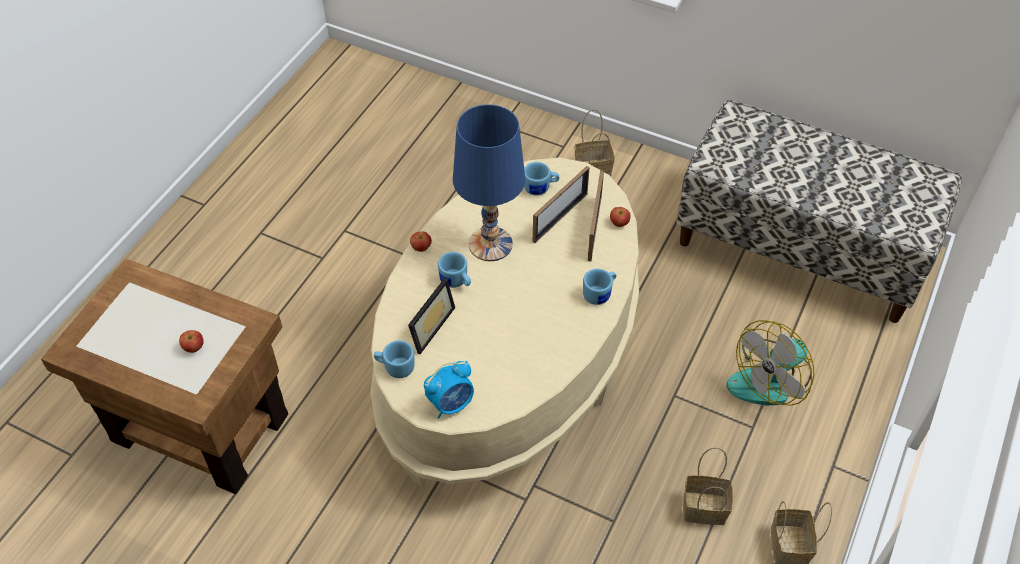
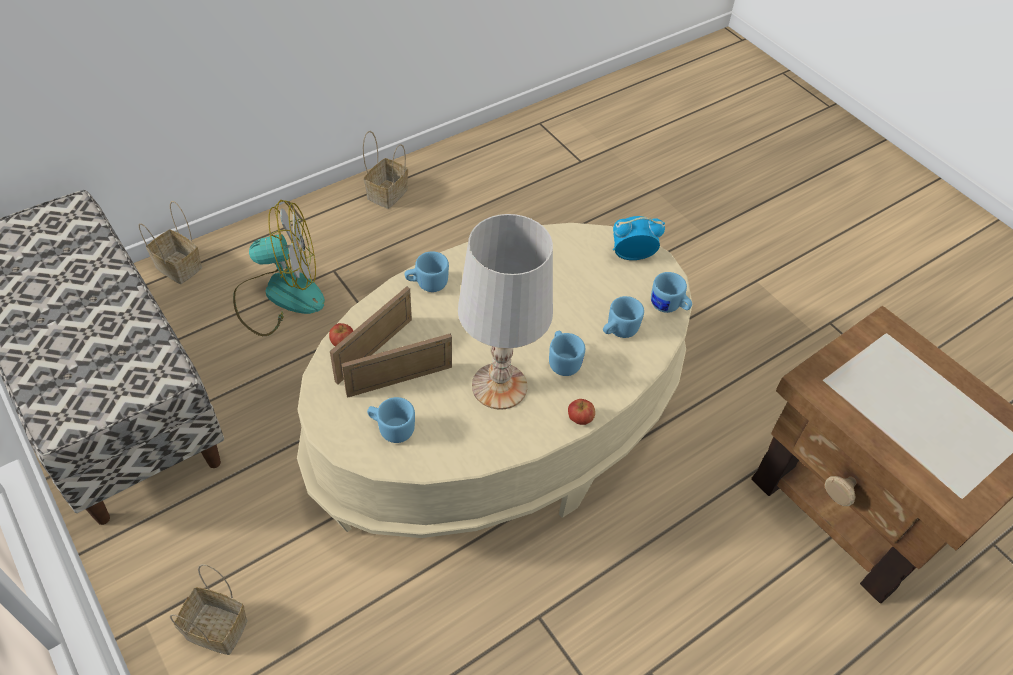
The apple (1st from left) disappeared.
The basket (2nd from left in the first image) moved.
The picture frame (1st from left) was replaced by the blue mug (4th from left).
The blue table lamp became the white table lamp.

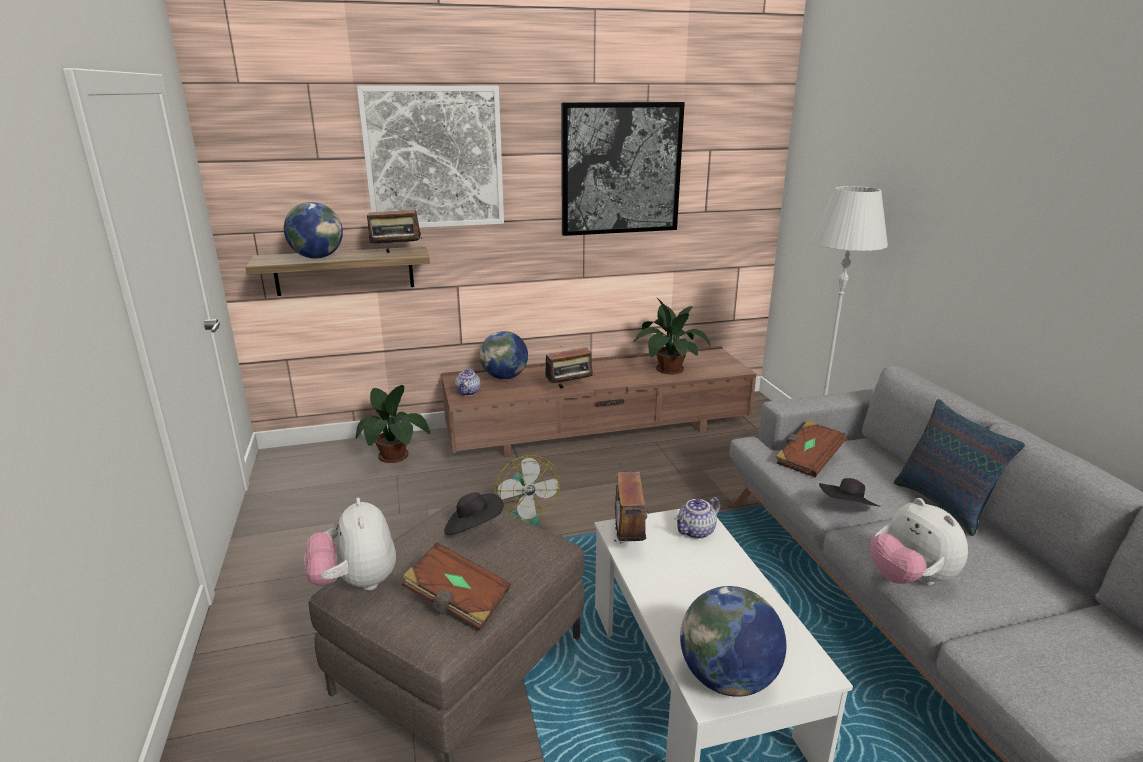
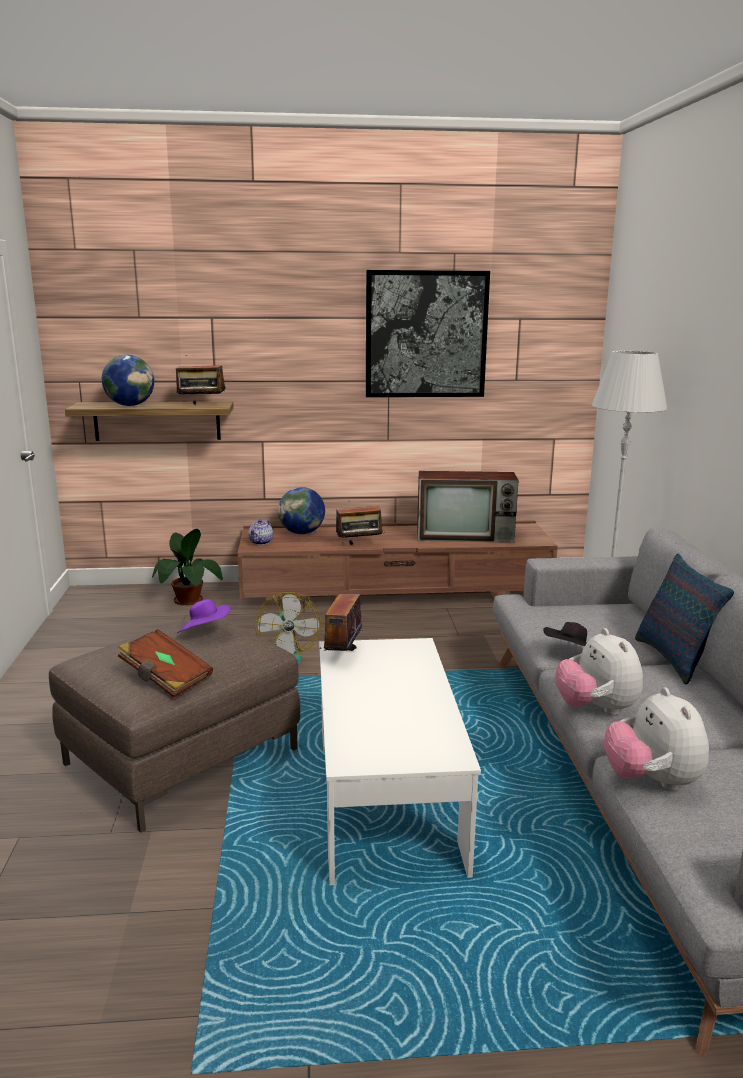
The picture (1st from left) disappeared.
The teapot (2nd from left) disappeared.
The globe (3rd from left) disappeared.
The brown book (2nd from left) disappeared.
The plush toy (1st from left in the first image) moved.
The potted plant (2nd from left) was replaced by the television.
The black hat (1st from left) became the purple hat.

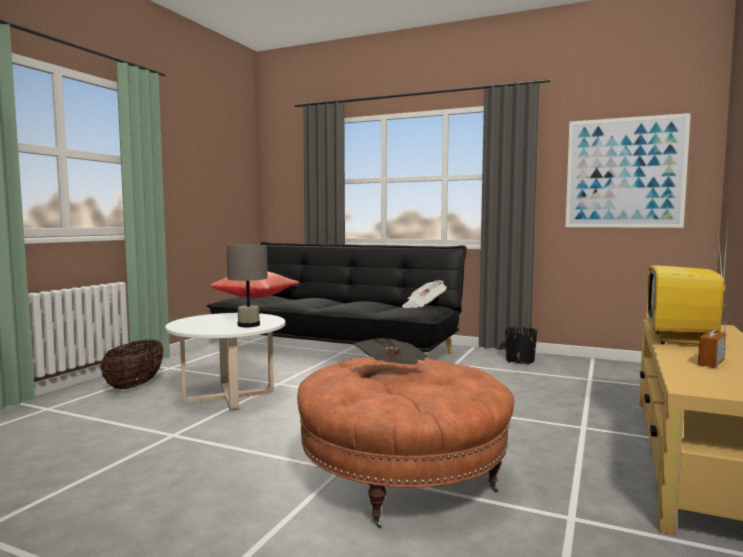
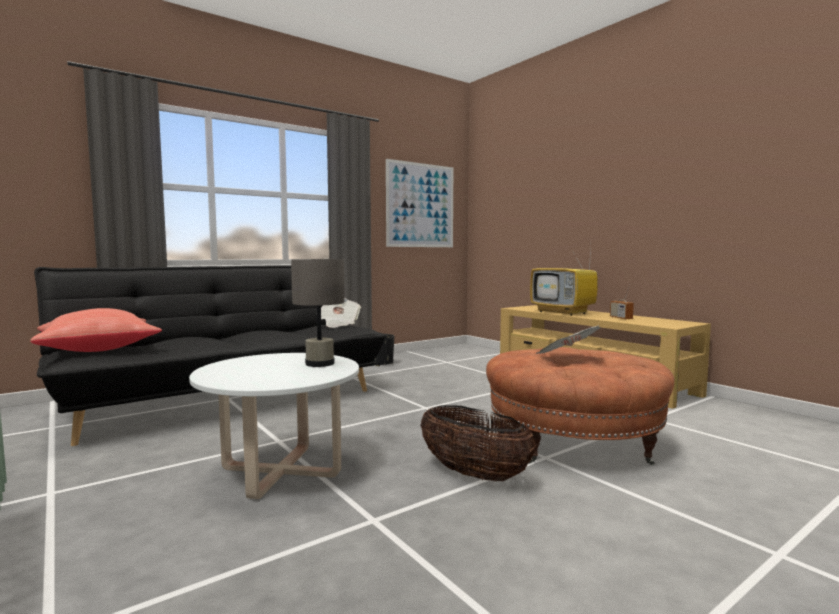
The basket moved.

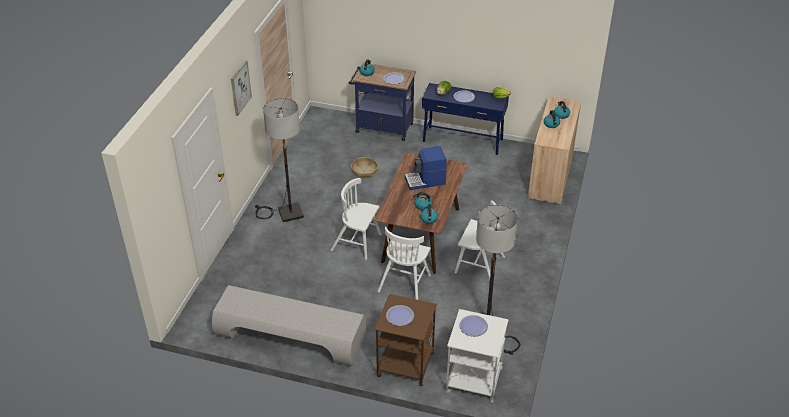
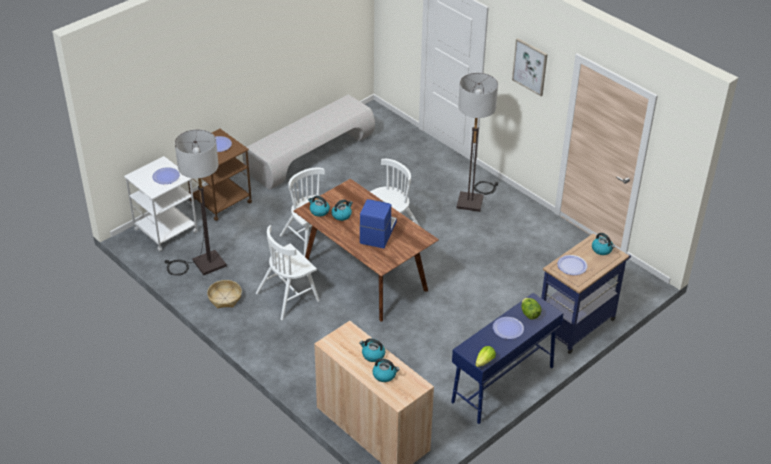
The basket moved.

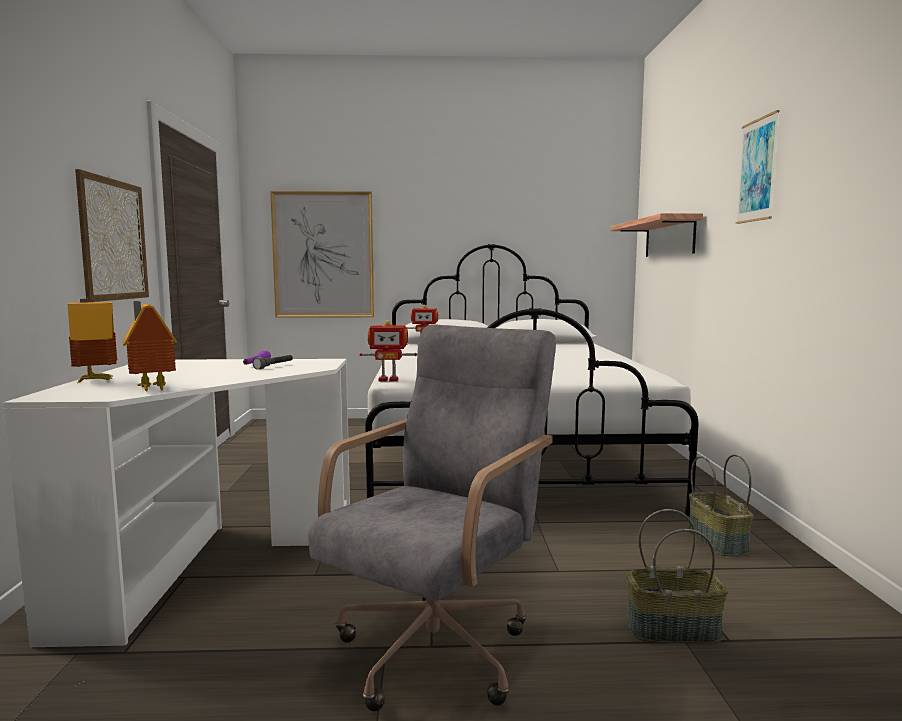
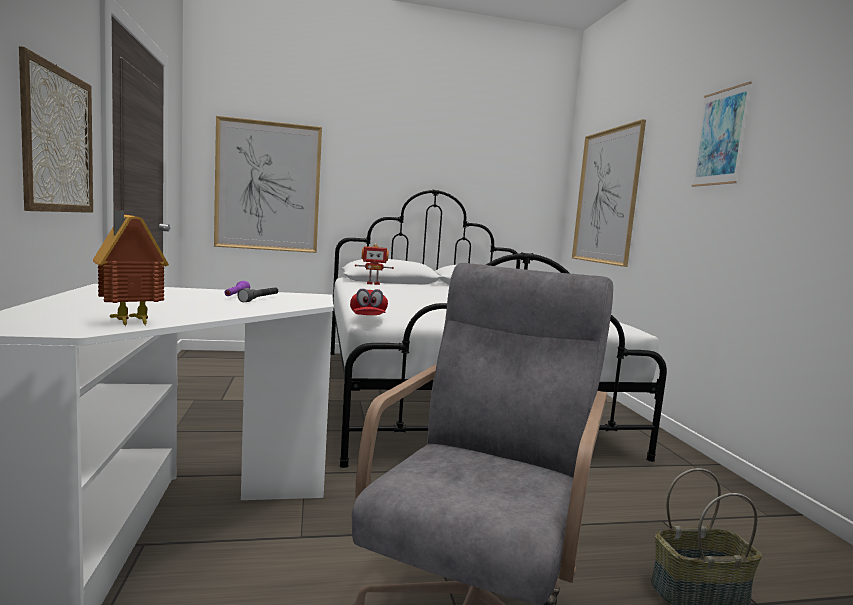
The toy house (1st from left) disappeared.
The basket (2nd from left) disappeared.
The toy robot (1st from left) was replaced by the red cap.
The shelf was replaced by the picture (3rd from left).

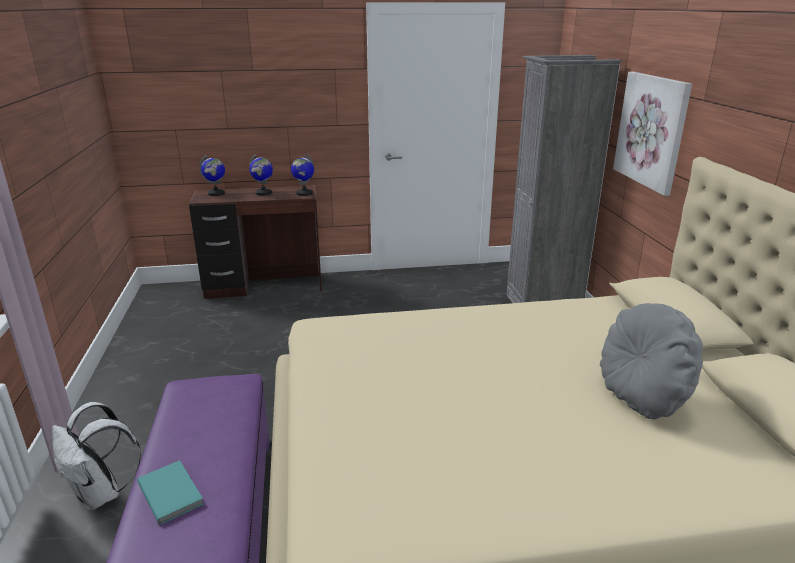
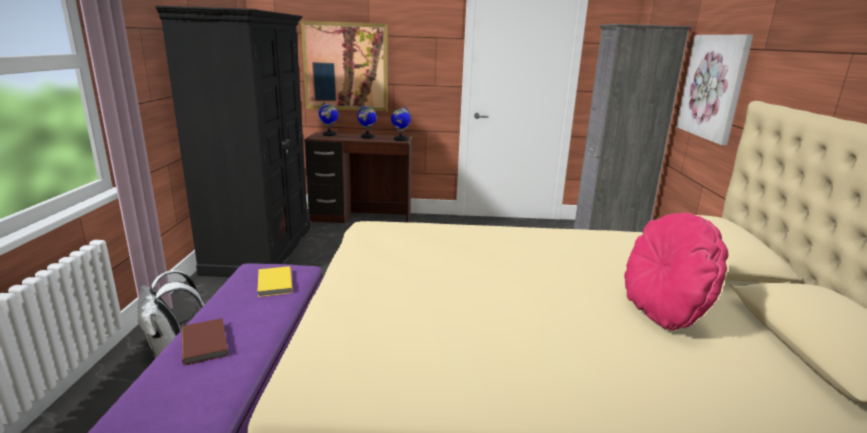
The black wardrobe appeared.
The yellow book appeared.
The picture (1st from left) appeared.
The turquoise book became the brown book.
The grey pillow became the pink pillow.

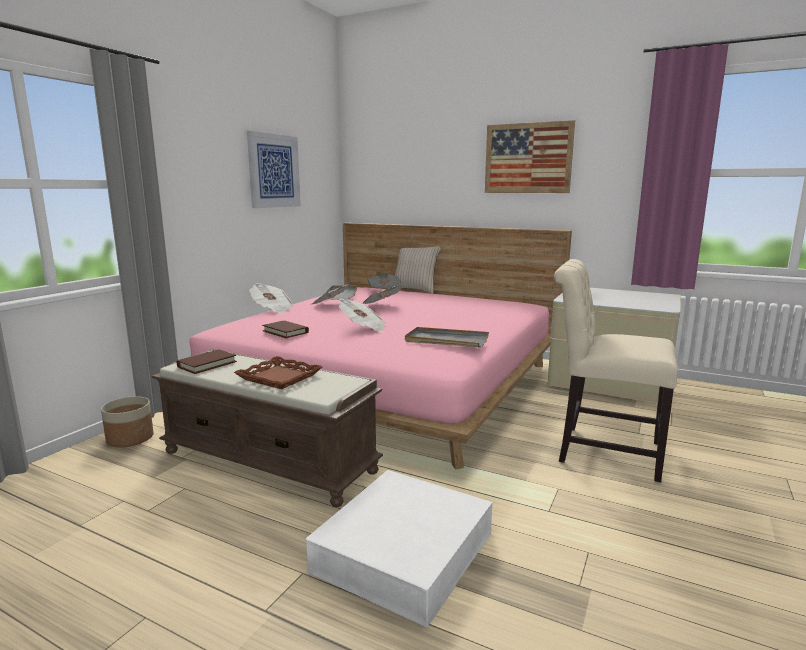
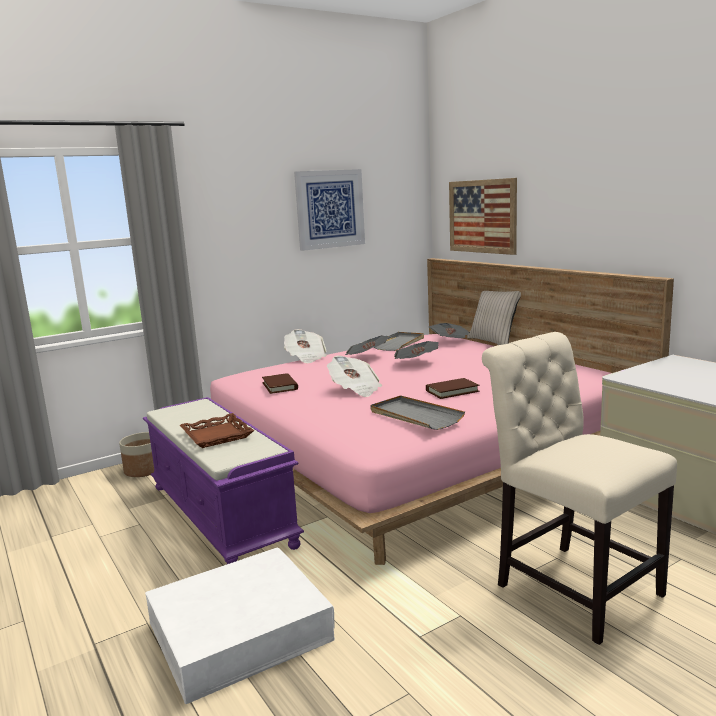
The brown book (1st from left in the first image) moved.
The picture (2nd from left) moved.
The brown bench became the purple bench.

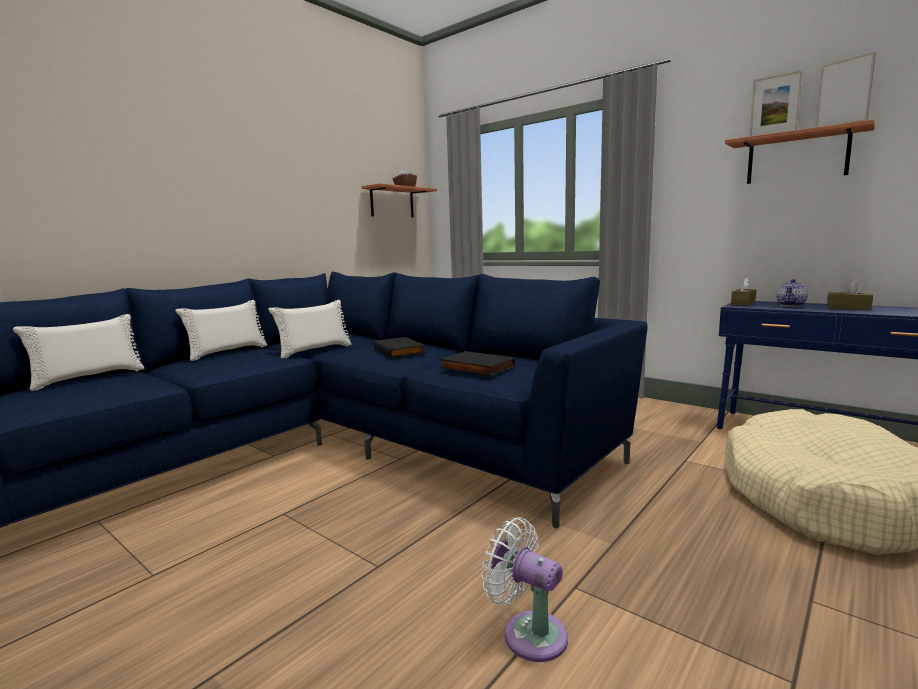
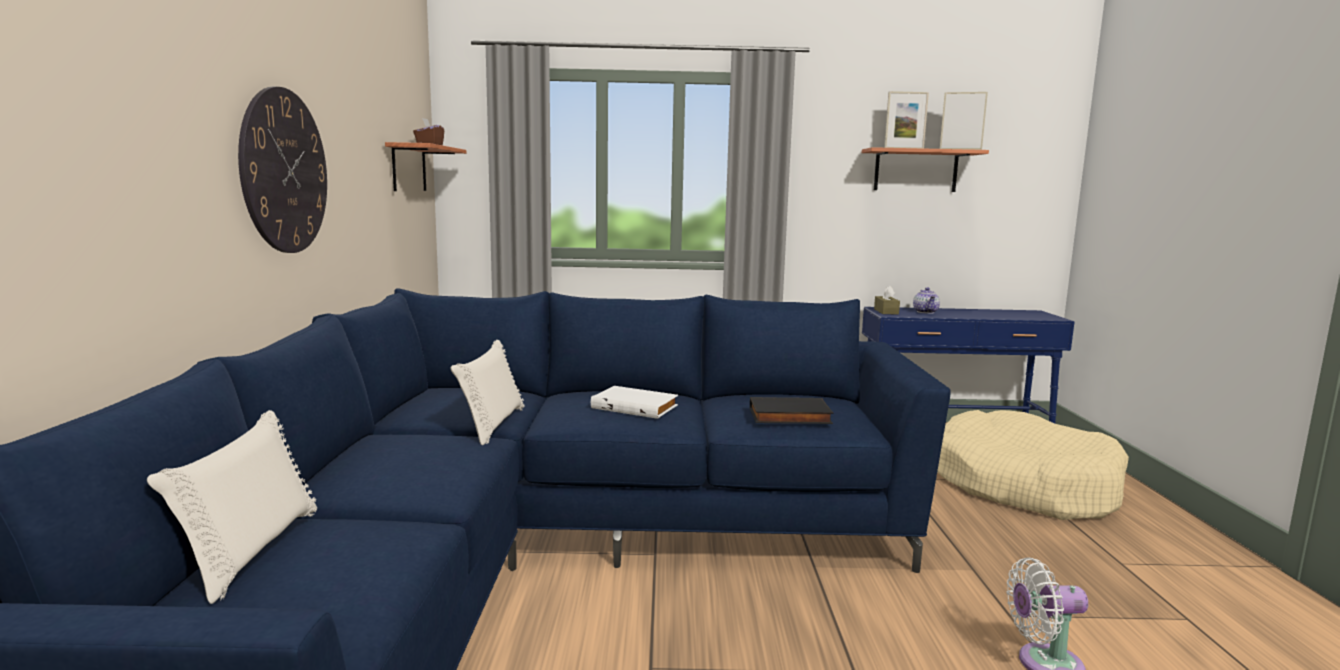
The white pillow (2nd from left) disappeared.
The brown tissue box (3rd from left) disappeared.
The wall clock appeared.
The black book (1st from left) became the white book.

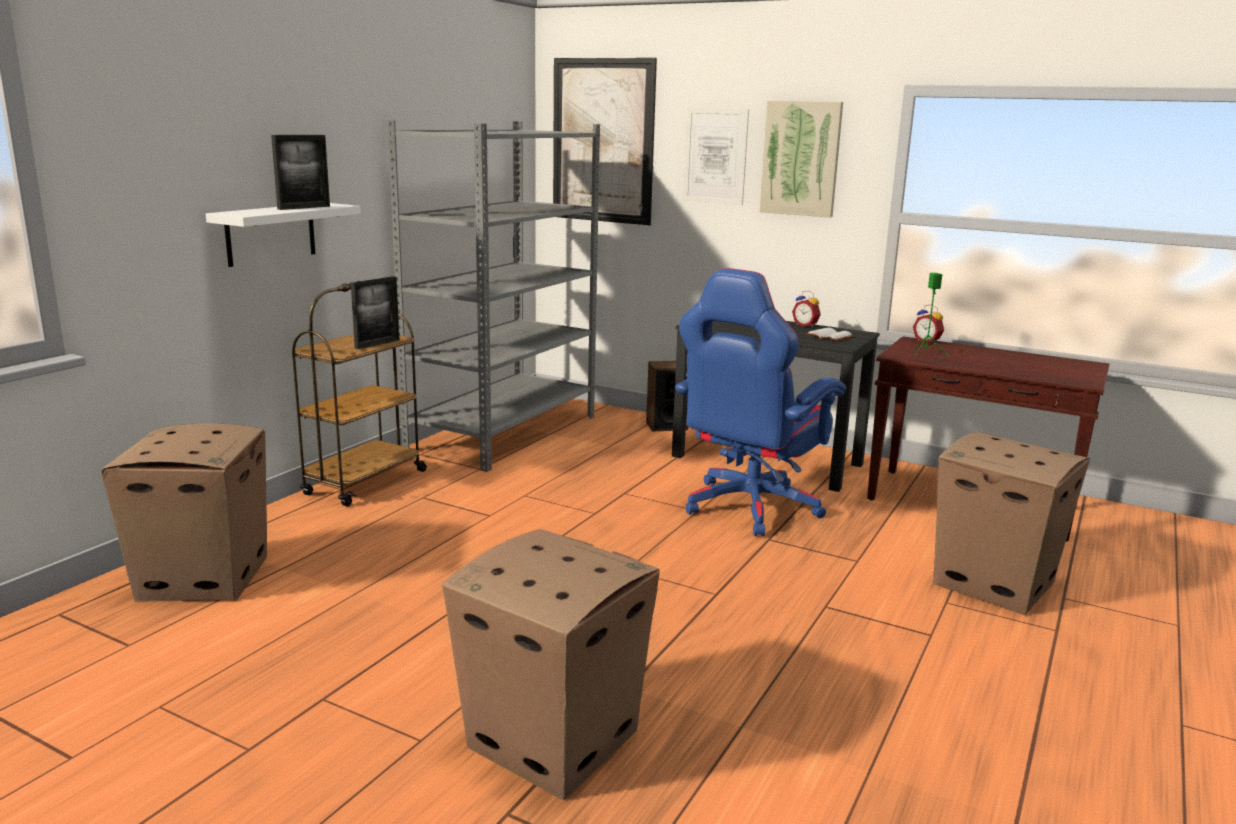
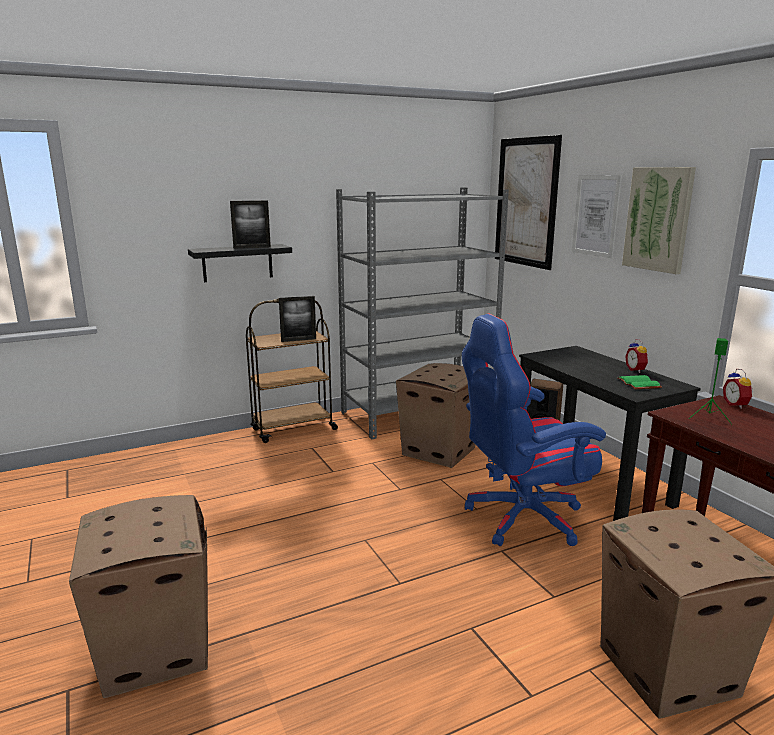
The cardboard box (1st from left in the first image) moved.
The white shelf became the black shelf.
The white book became the green book.

